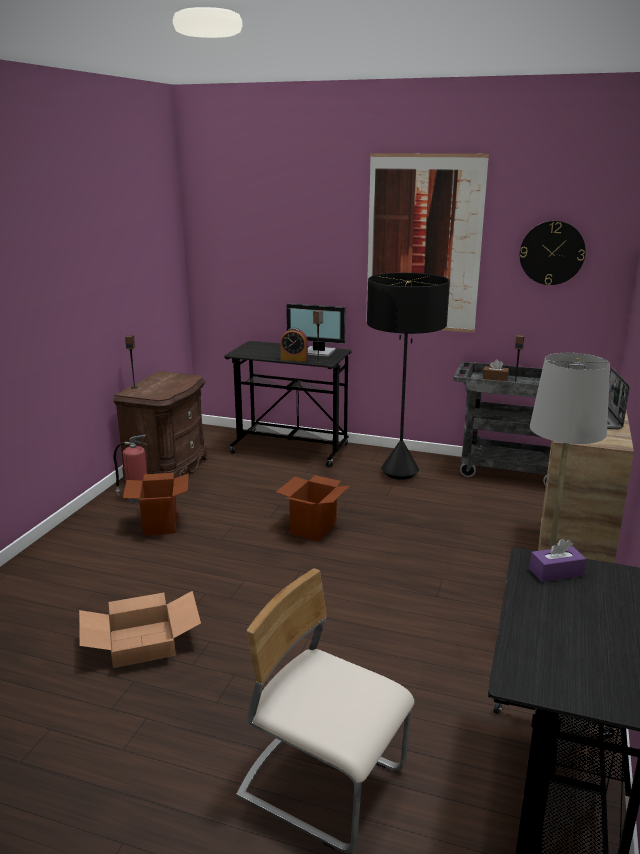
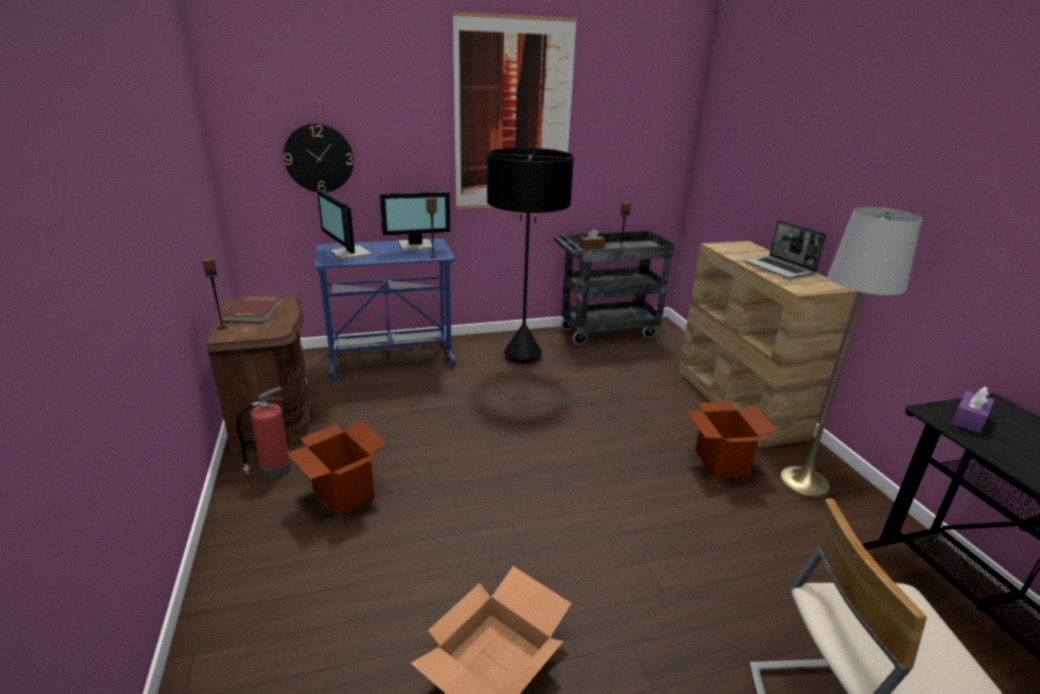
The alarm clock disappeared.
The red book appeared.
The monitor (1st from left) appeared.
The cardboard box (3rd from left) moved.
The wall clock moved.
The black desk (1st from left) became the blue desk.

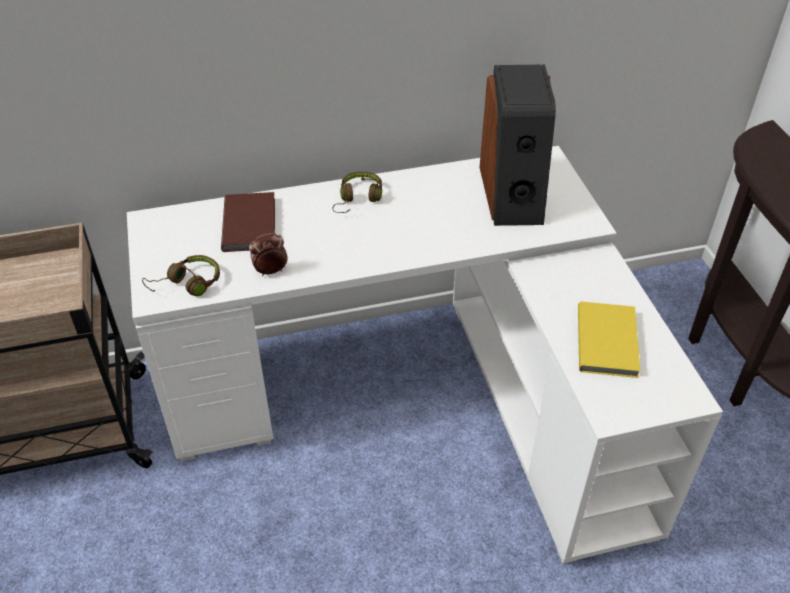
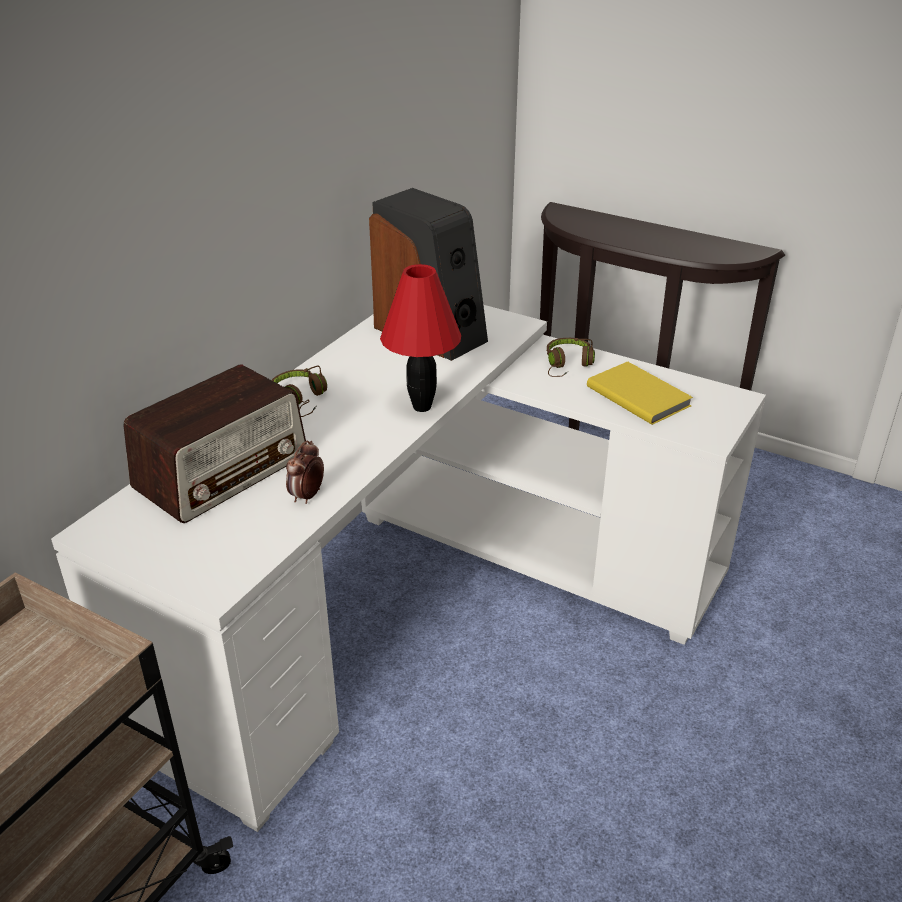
The red table lamp appeared.
The brown headphones (1st from left in the first image) moved.
The brown book was replaced by the radio.

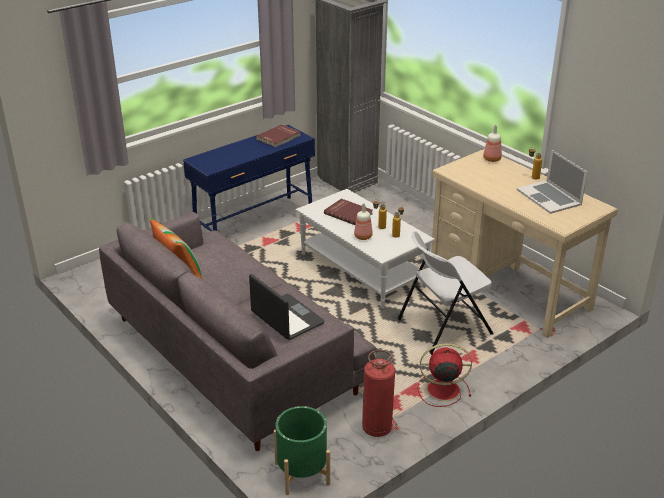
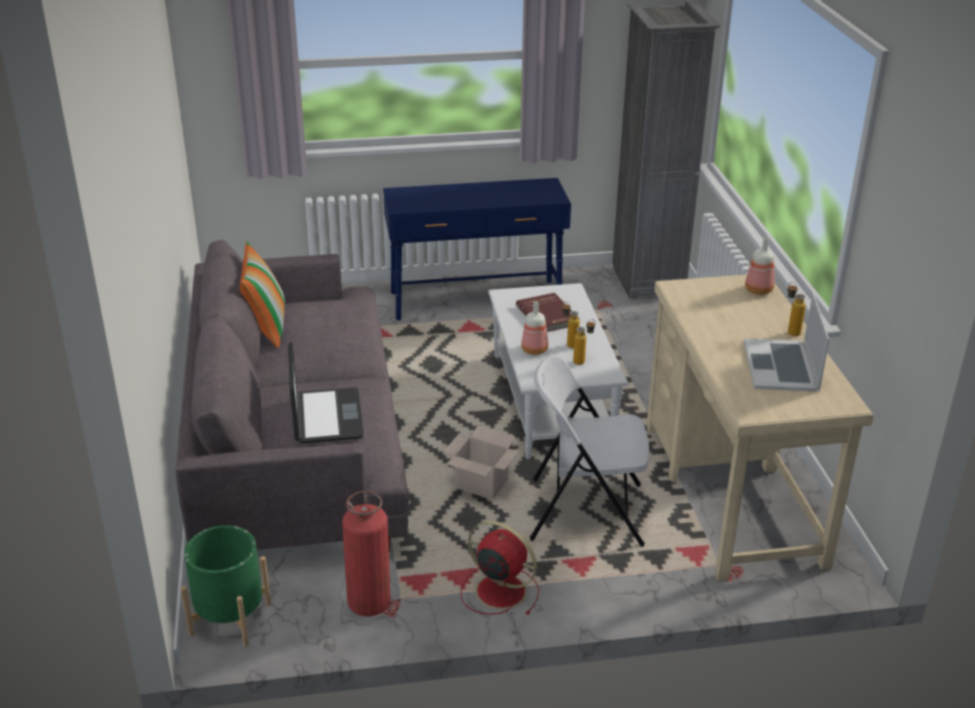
The red book (1st from left) disappeared.
The cardboard box appeared.

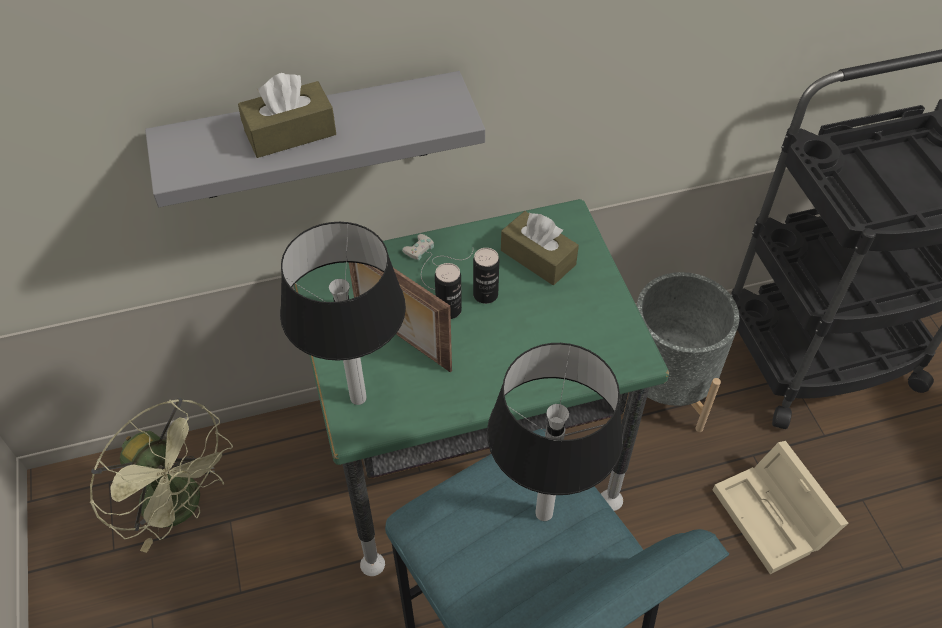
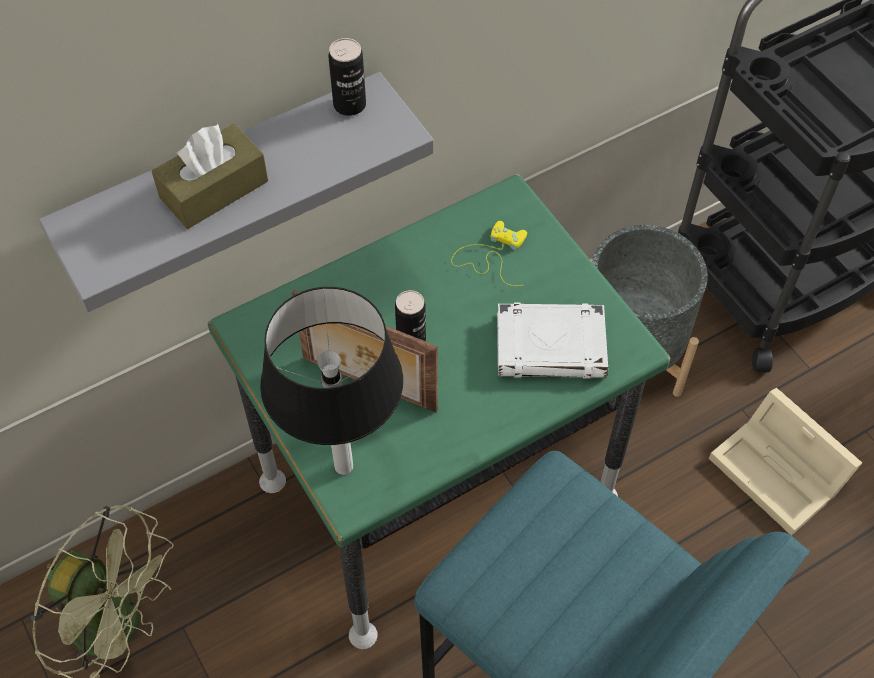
The white game controller disappeared.
The table lamp (2nd from left) disappeared.
The white book appeared.
The can (2nd from left in the first image) moved.
The brown tissue box (2nd from left) was replaced by the yellow game controller.

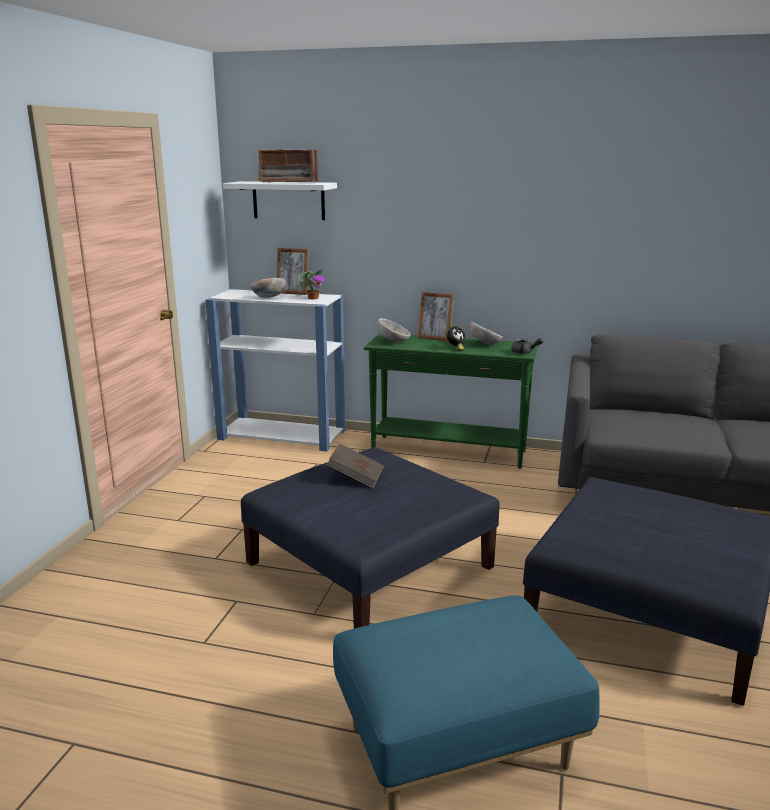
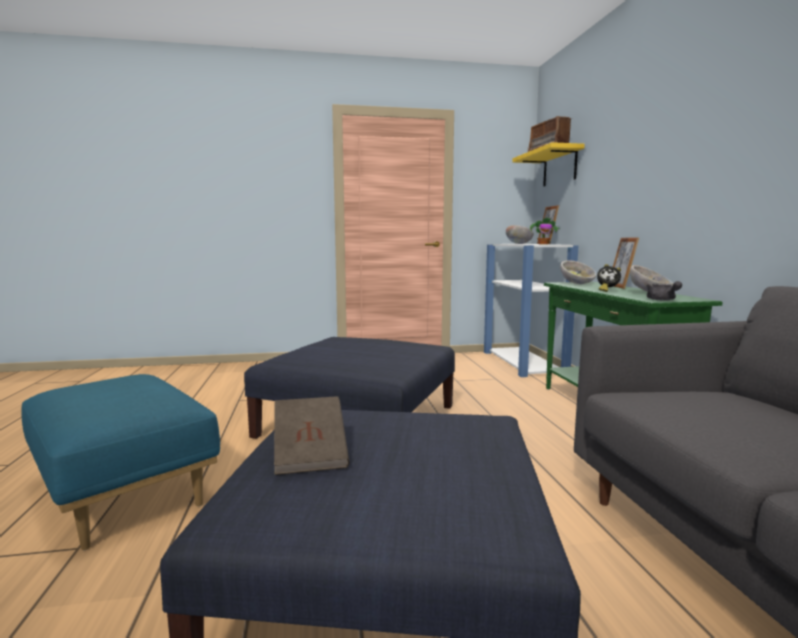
The brown book moved.
The white shelf became the yellow shelf.

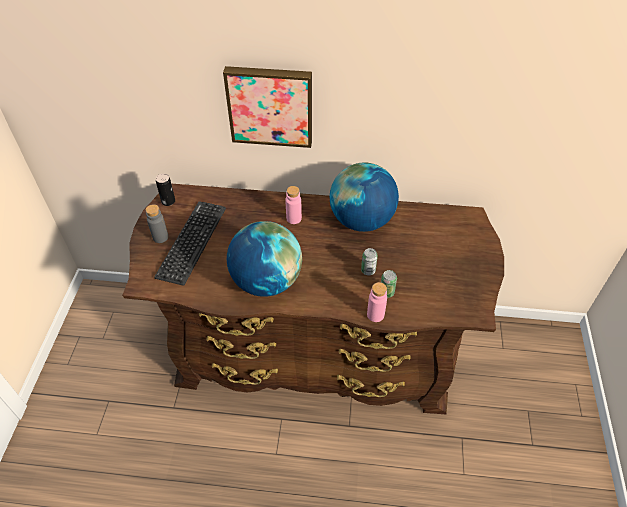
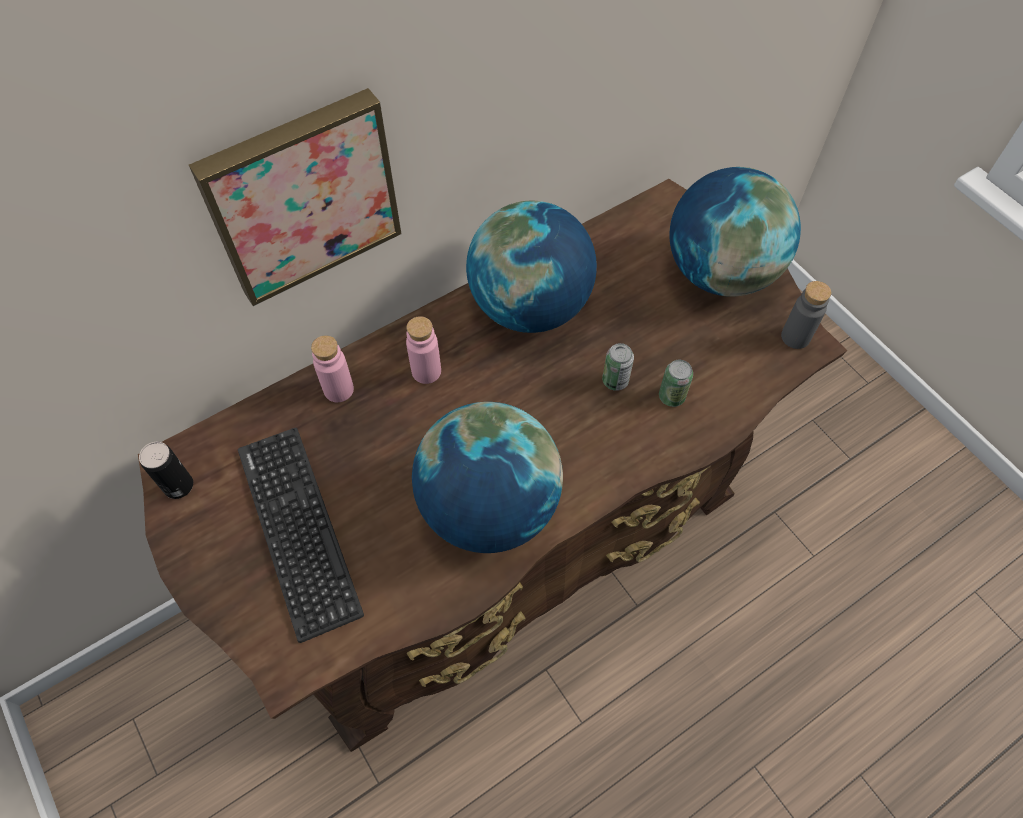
The globe (3rd from left) appeared.
The grey bottle moved.
The pink bottle (2nd from left in the first image) moved.

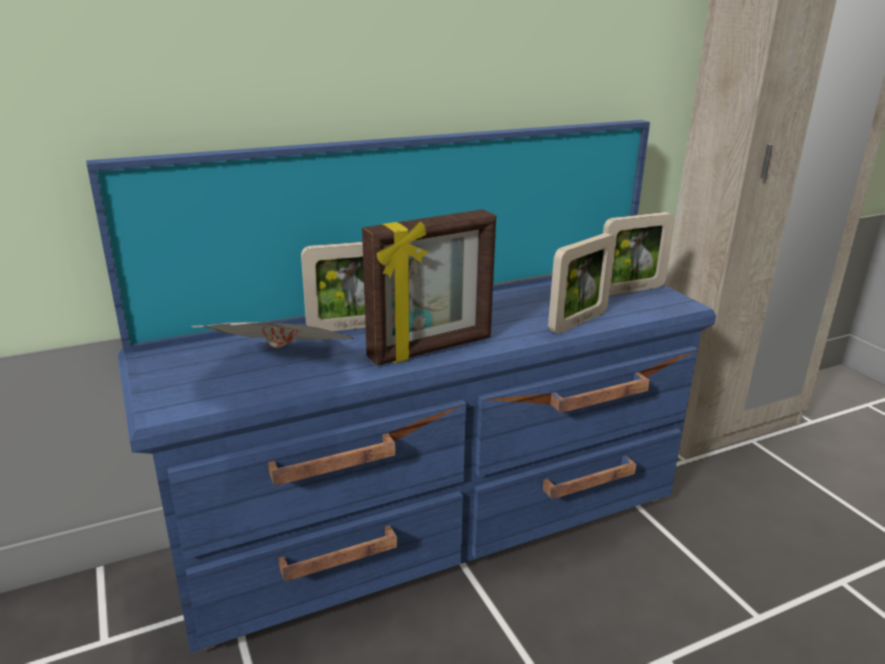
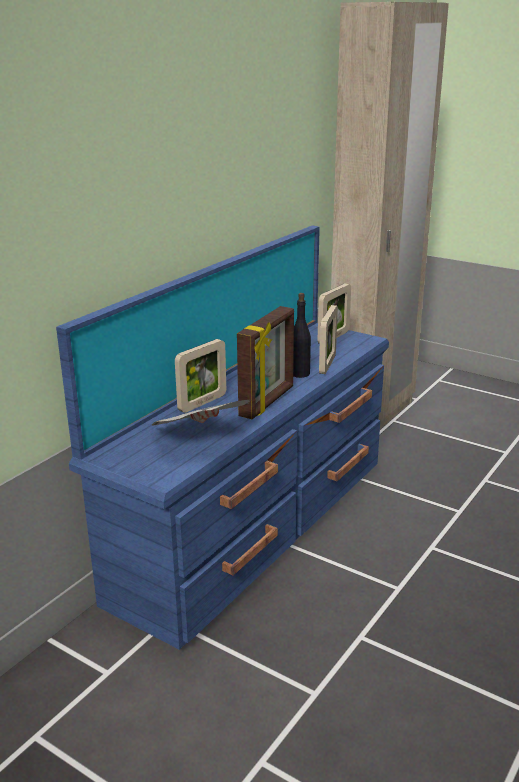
The black bottle appeared.

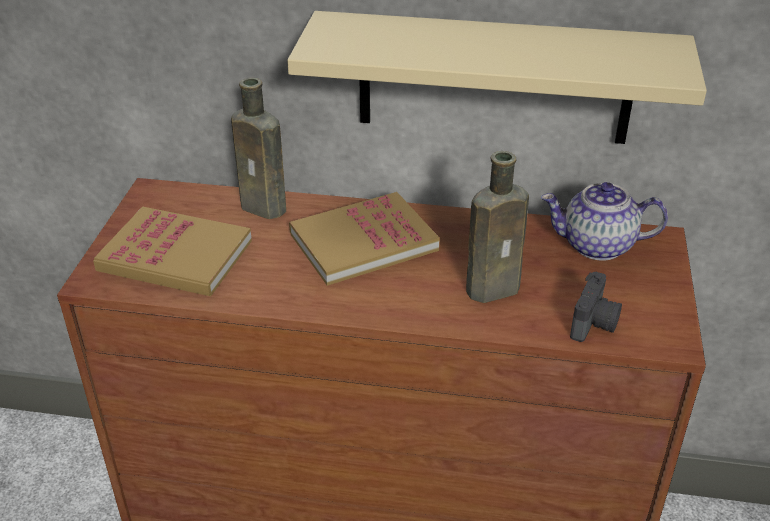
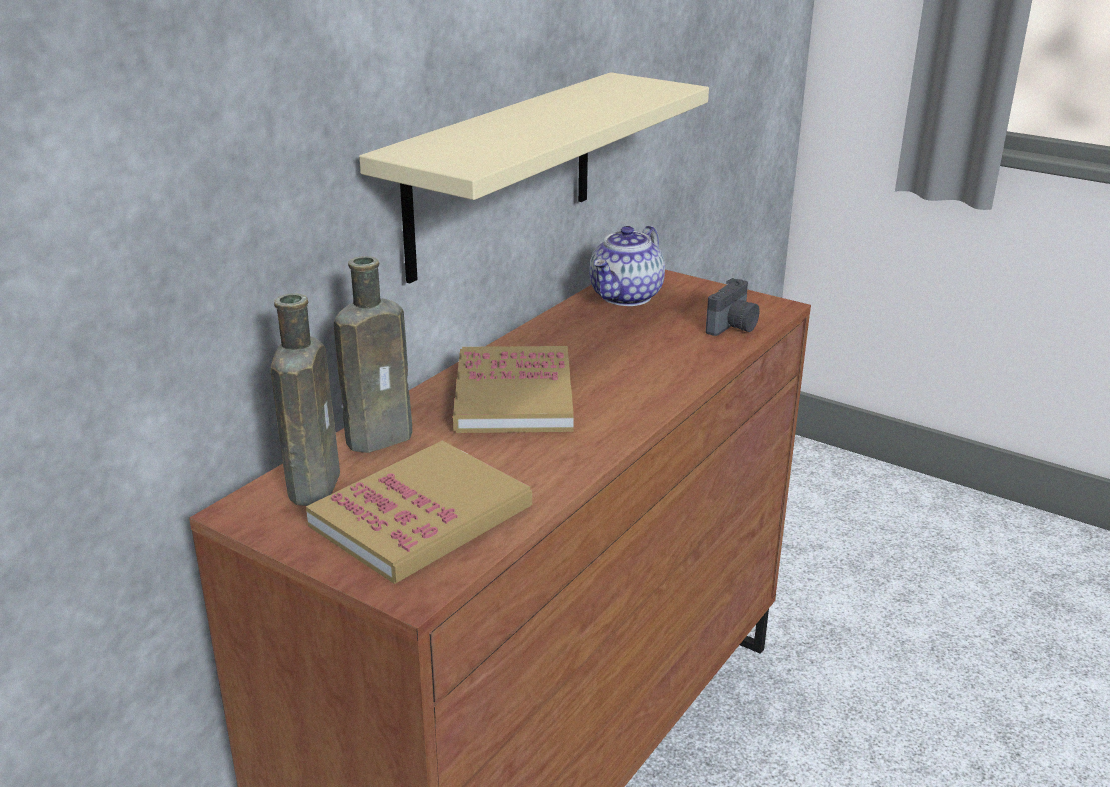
The brown bottle (2nd from left in the first image) moved.
The photo camera turned 75 degrees clockwise.

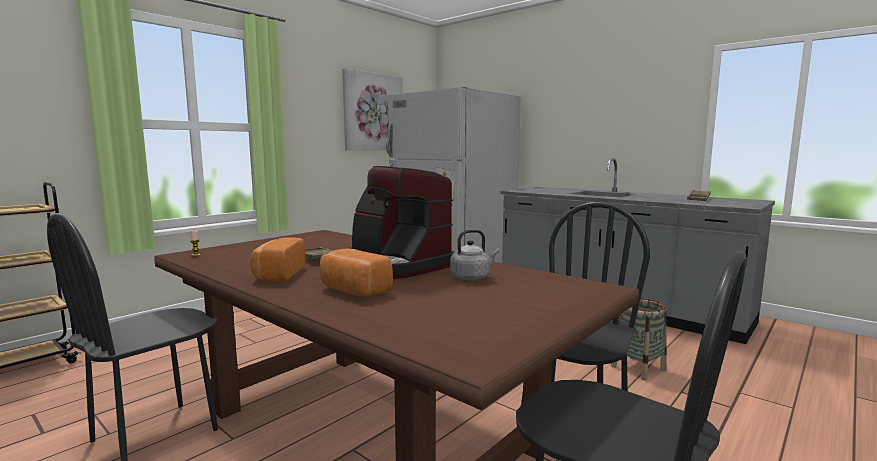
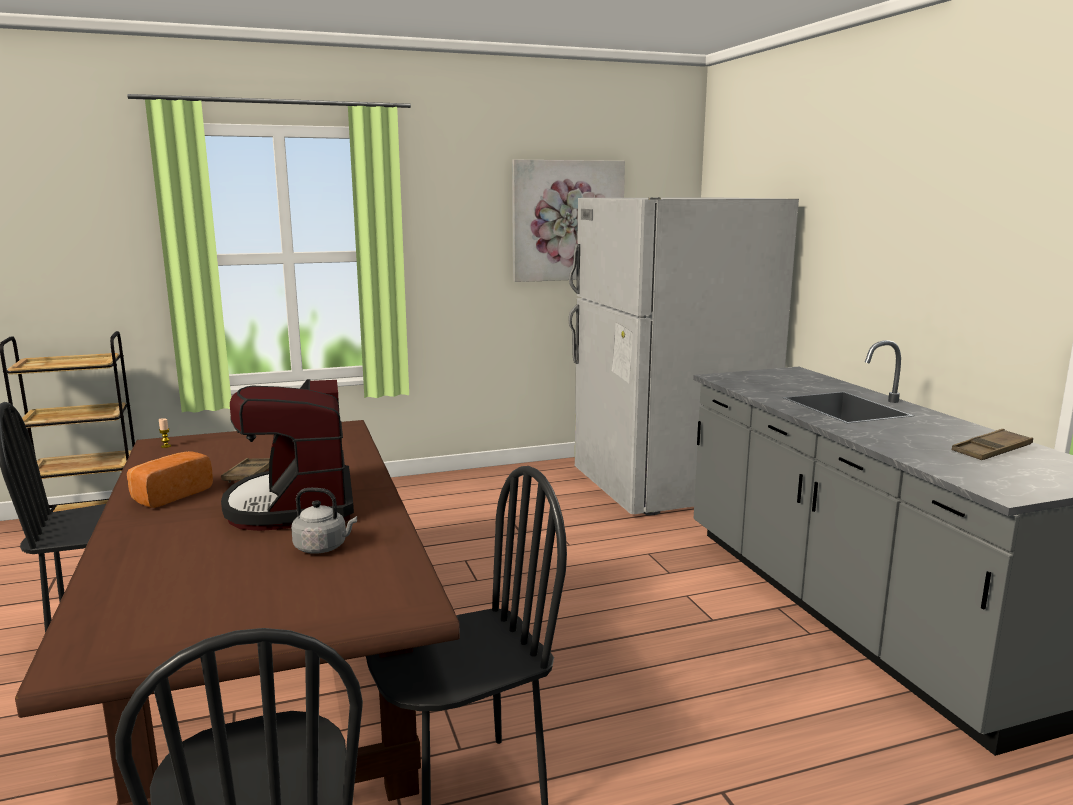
The bread (2nd from left) disappeared.
The basket disappeared.

